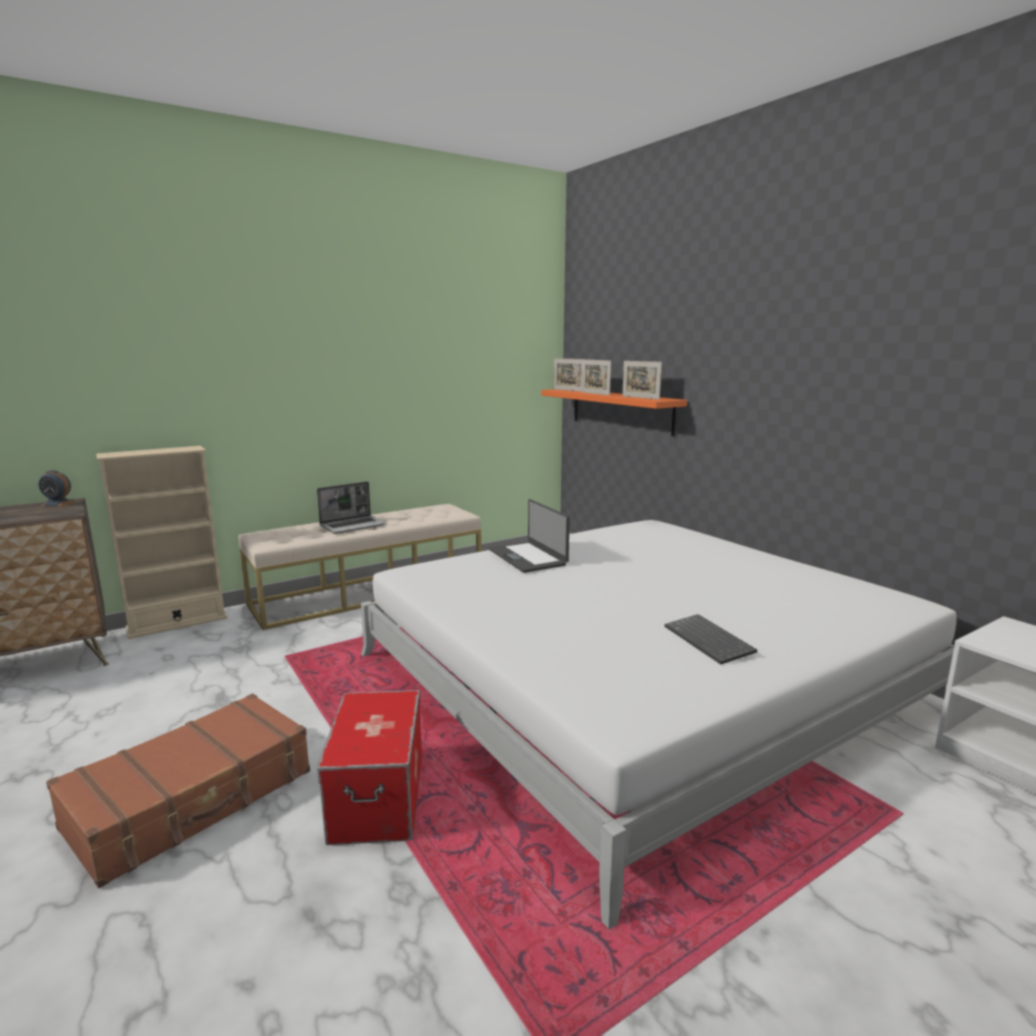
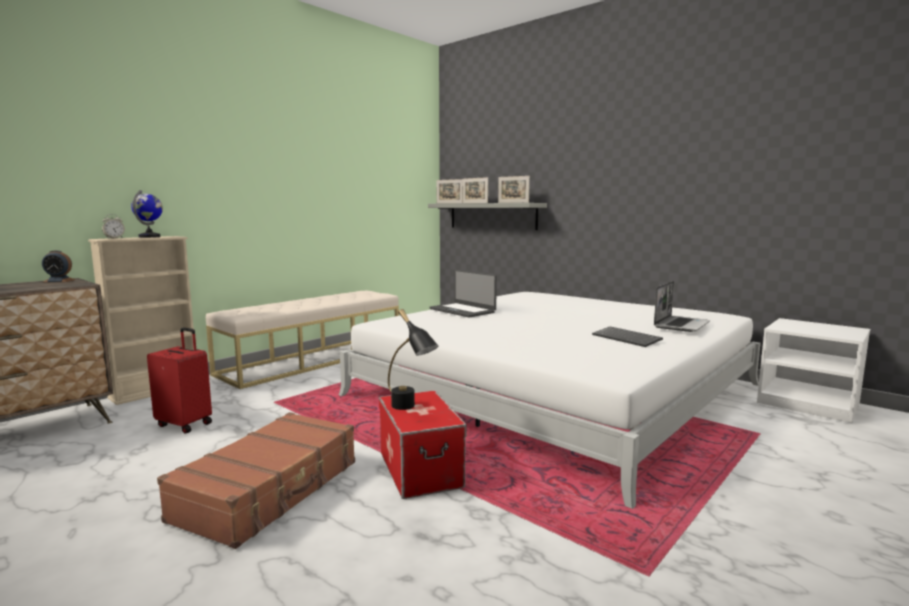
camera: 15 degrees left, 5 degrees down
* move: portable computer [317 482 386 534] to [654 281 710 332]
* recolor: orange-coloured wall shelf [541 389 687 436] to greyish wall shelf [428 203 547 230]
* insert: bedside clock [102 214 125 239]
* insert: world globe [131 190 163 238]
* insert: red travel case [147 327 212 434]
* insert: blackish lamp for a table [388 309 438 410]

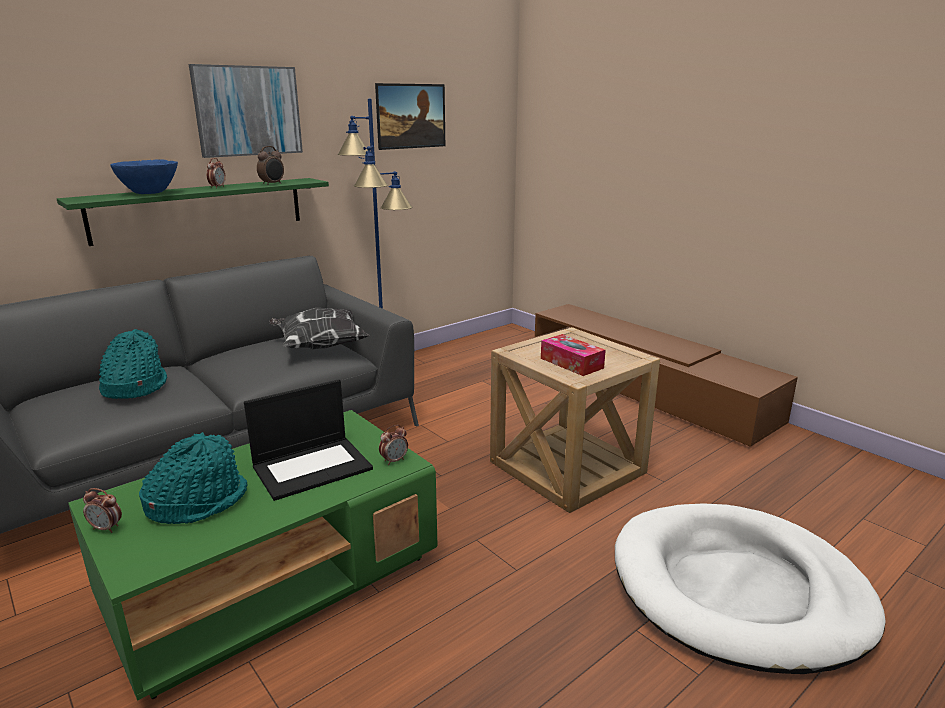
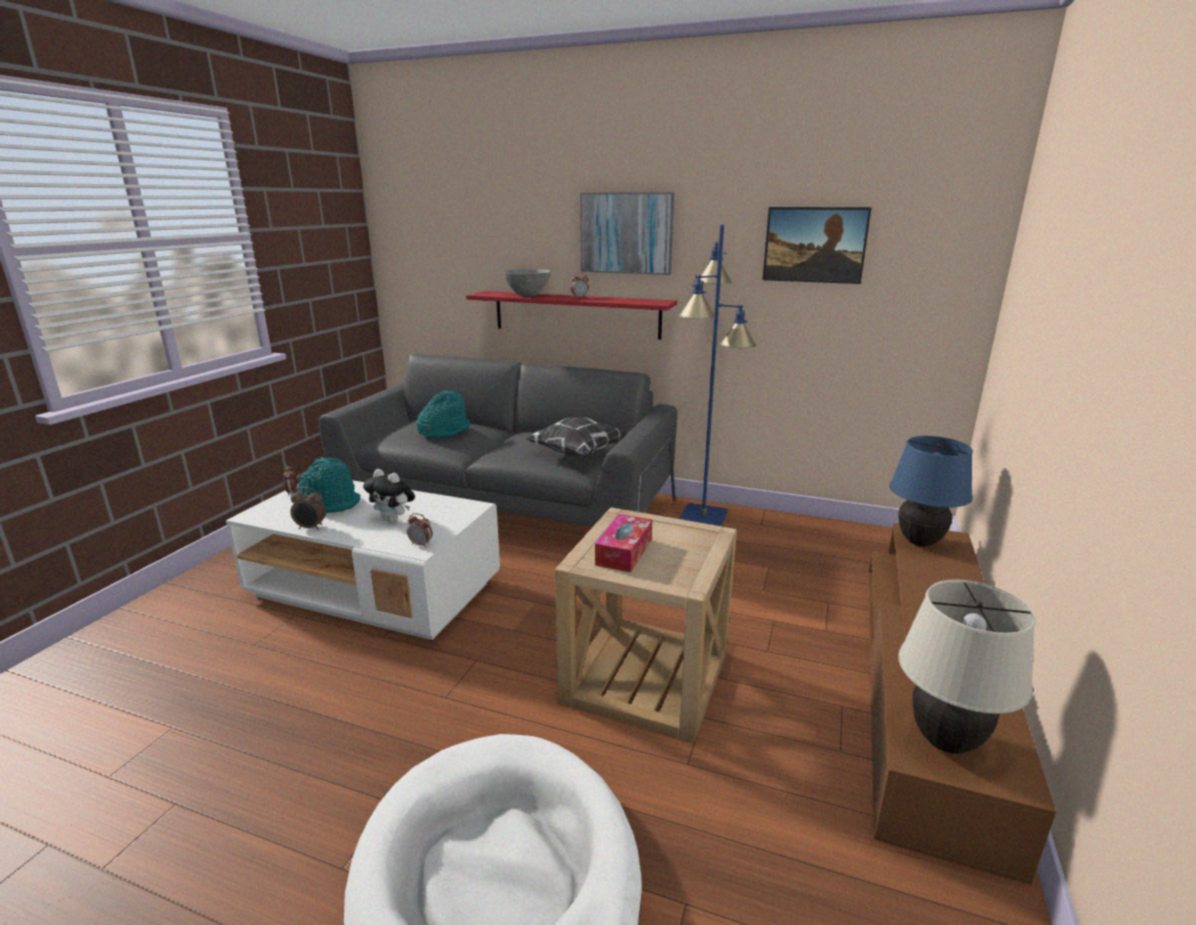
camera: 60 degrees right, 0 degrees up
* recolor: greenish wall shelf [57 178 329 246] to red wall shelf [466 291 677 340]
* recolor: greenish low table [68 410 438 700] to white-coloured low table [226 480 500 641]
* recolor: bluish serving bowl [110 160 178 194] to greyish serving bowl [503 269 551 296]
* replace: portable computer [244 379 373 501] to plush toy [363 469 415 523]
* move: bedside clock [257 146 284 185] to [290 487 326 530]
* insert: bluish lamp for a table [889 436 973 547]
* insert: sand-coloured lamp for a table [898 580 1036 754]

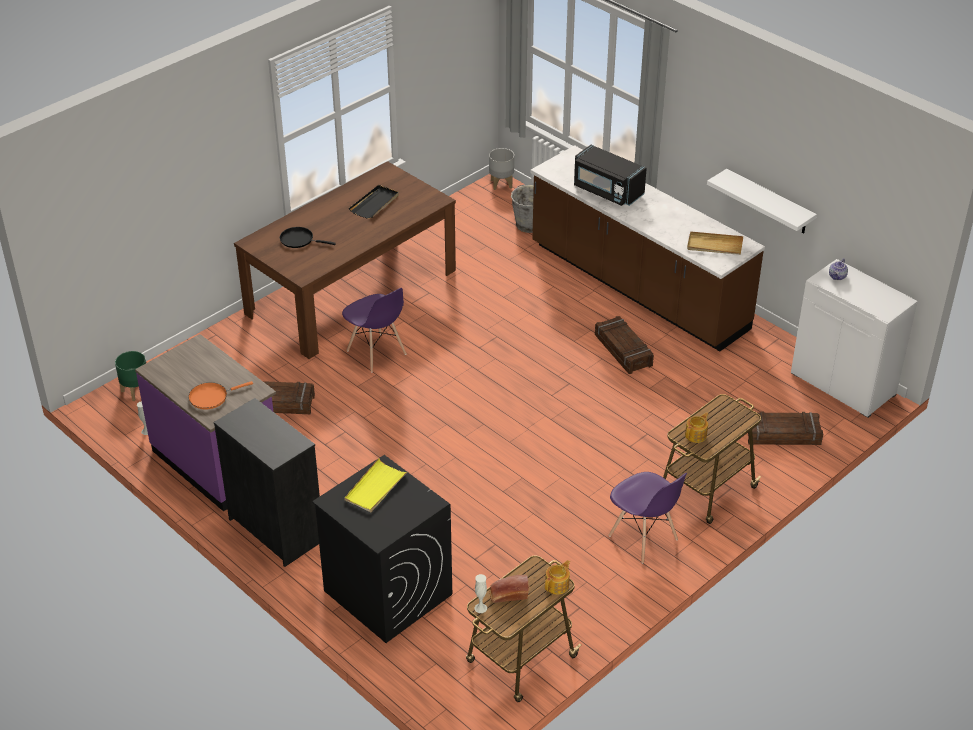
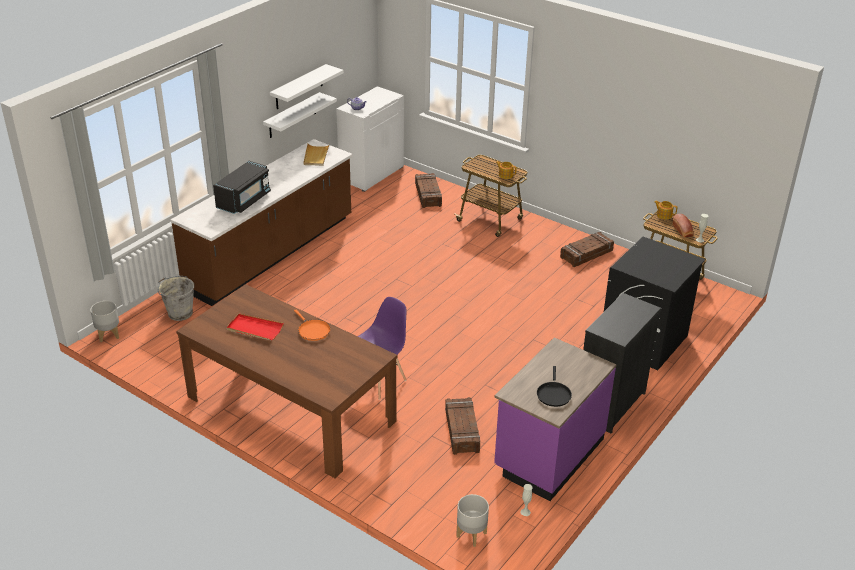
camera: 100 degrees left, 5 degrees down
* recolor: greenish plant pot [115 351 146 401] to greyish plant pot [456 494 489 547]
* move: orange-coloured skillet [189 381 253 409] to [294 310 330 341]
* move: blackish skillet [280 227 336 248] to [537 366 572 407]
* delete: yellowish carrying tray [344 458 408 512]
* recolor: blackish carrying tray [349 185 399 219] to red carrying tray [227 314 284 340]
* move: crate [595 316 654 374] to [560 232 614 267]
* delete: purple-coloured plain chair [609 472 687 564]
* insert: white-coloured wall shelf [270 64 344 109]

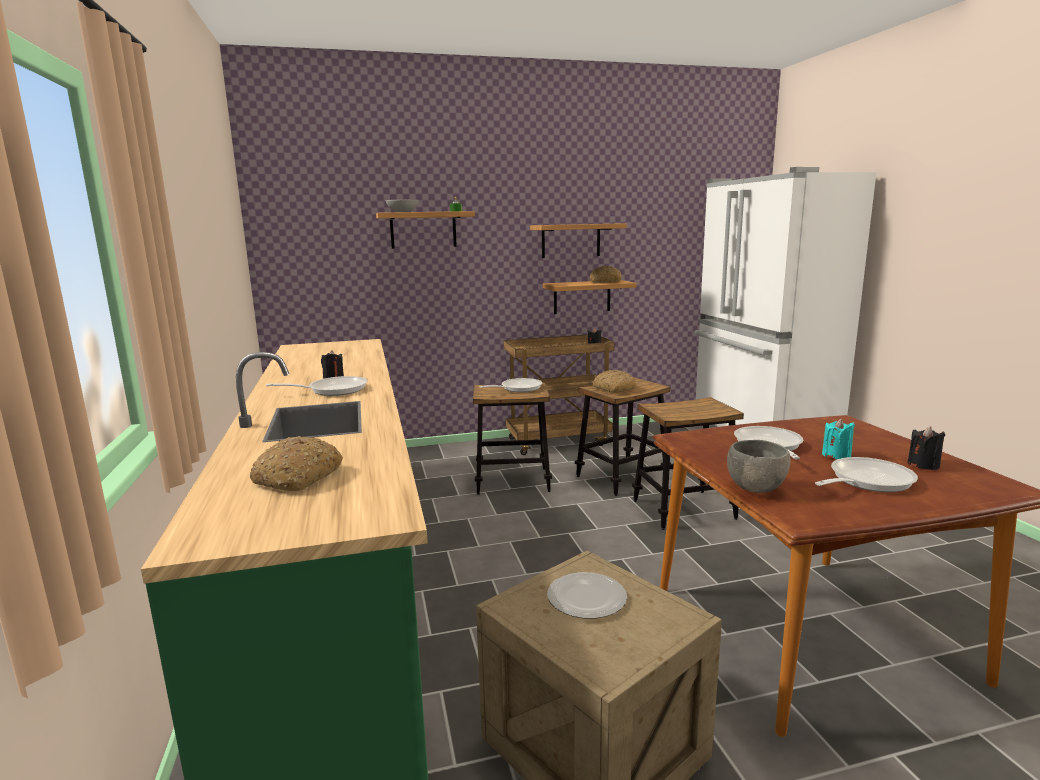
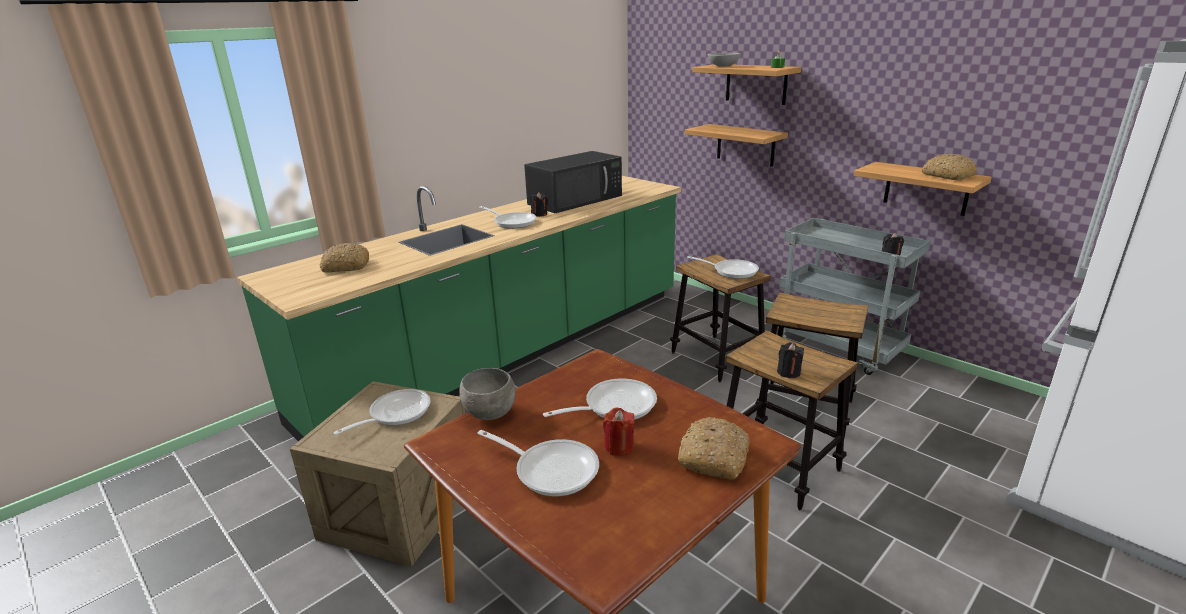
camera: 60 degrees right, 10 degrees up
* recolor: brownish wheeled cart [504 334 614 455] to greyish wheeled cart [778 218 931 375]
* move: wall shelf [530 223 627 258] to [685 124 788 167]
* replace: plate [547 572 627 619] to skillet [333 389 431 435]
* move: baked bread [592 370 637 393] to [678 417 750 480]
* recolor: turquoise candle [822 418 855 459] to red candle [603 408 635 456]
* move: blackish candle [908 426 945 470] to [777 342 804 378]
* insert: blackish microwave oven [524 151 622 213]

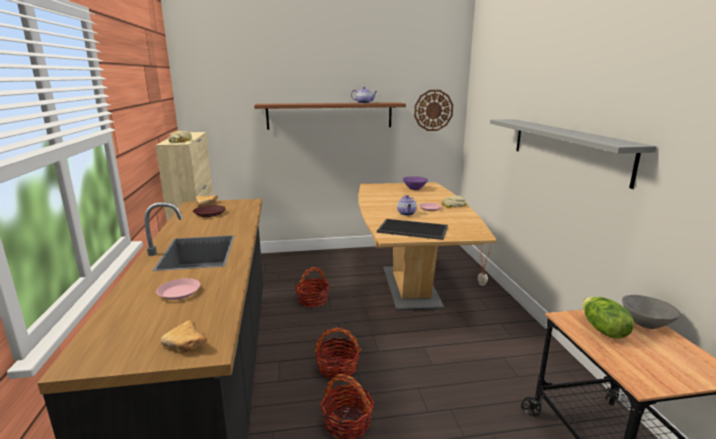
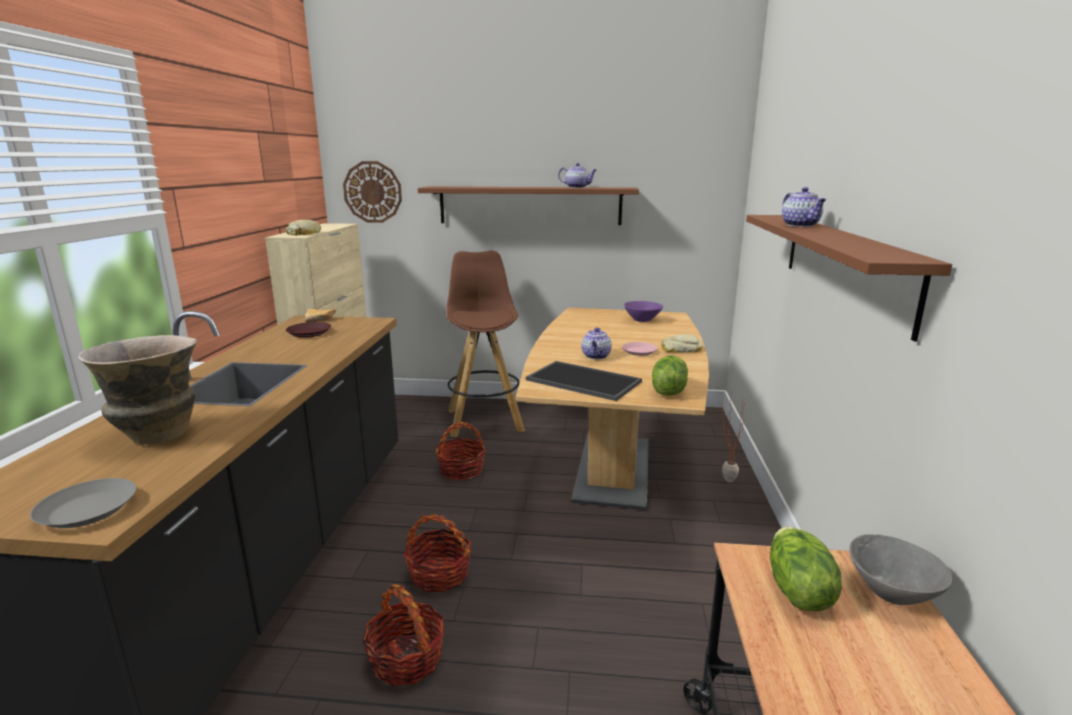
camera: 15 degrees right, 0 degrees up
* replace: pink-coloured plate [156 278 201 300] to decorative vase [78 335 197 445]
* replace: baked bread [161 320 207 353] to greyish plate [30 478 136 528]
* move: wall clock [414 90 453 131] to [343 161 402 223]
* recolor: greyish wall shelf [490 119 657 189] to brownish wall shelf [746 215 952 342]
* insert: brownish stool [446 250 525 437]
* insert: lettuce head [652 356 688 396]
* insert: teapot [782 187 826 227]

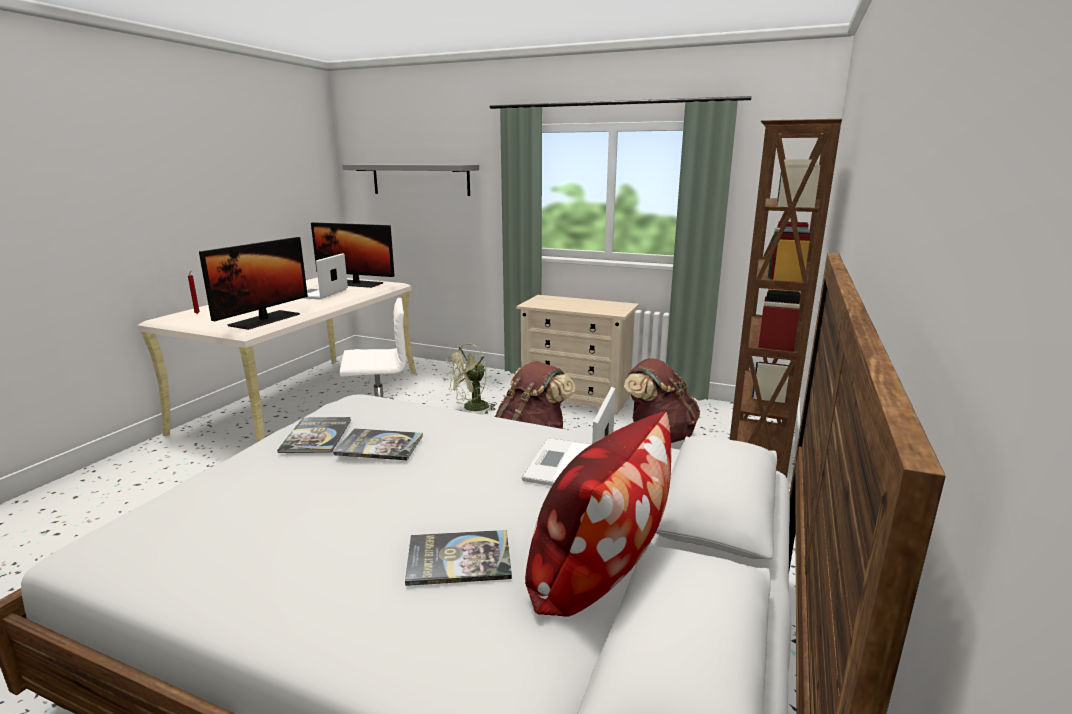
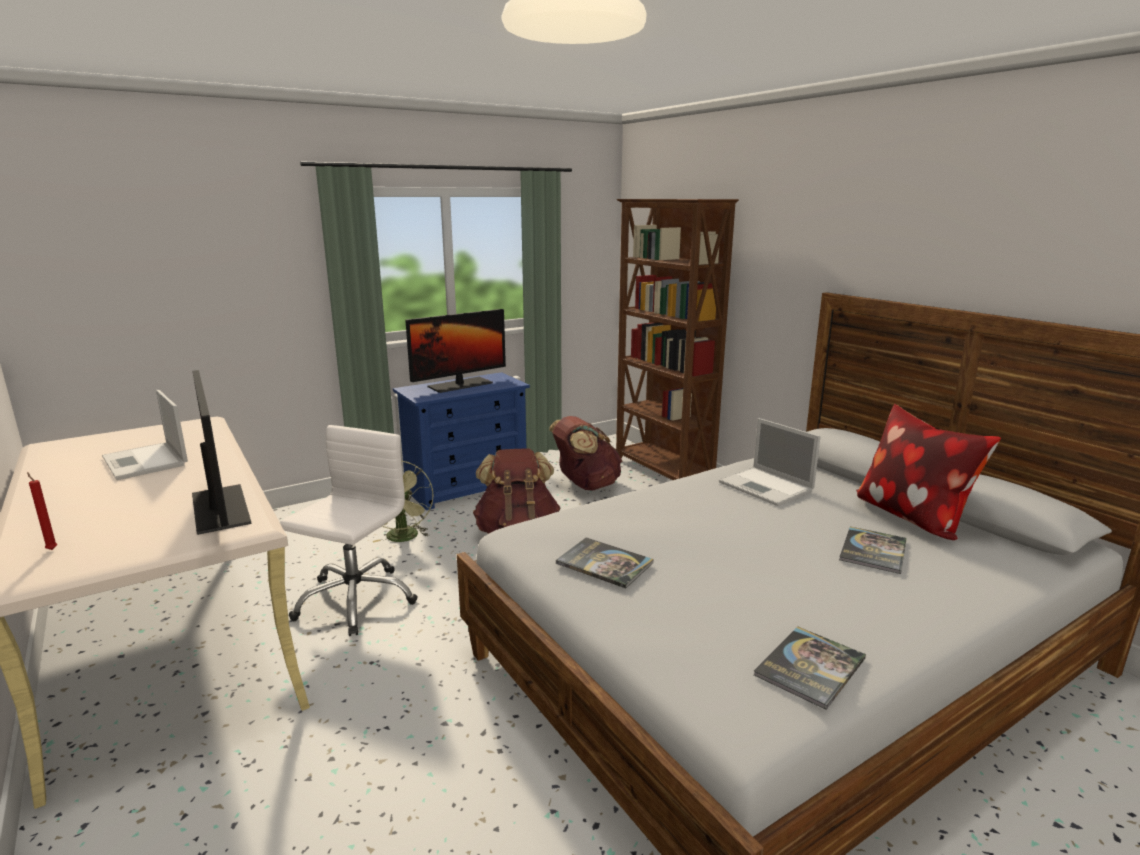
camera: 55 degrees left, 0 degrees up
* move: monitor [311 222 395 288] to [405 309 506 393]
* move: book [333 428 423 460] to [754 626 866 710]
* delete: greyish wall shelf [342 164 479 196]
* recolor: sand-coloured dresser [516 295 639 415] to bluish dresser [393 372 530 510]

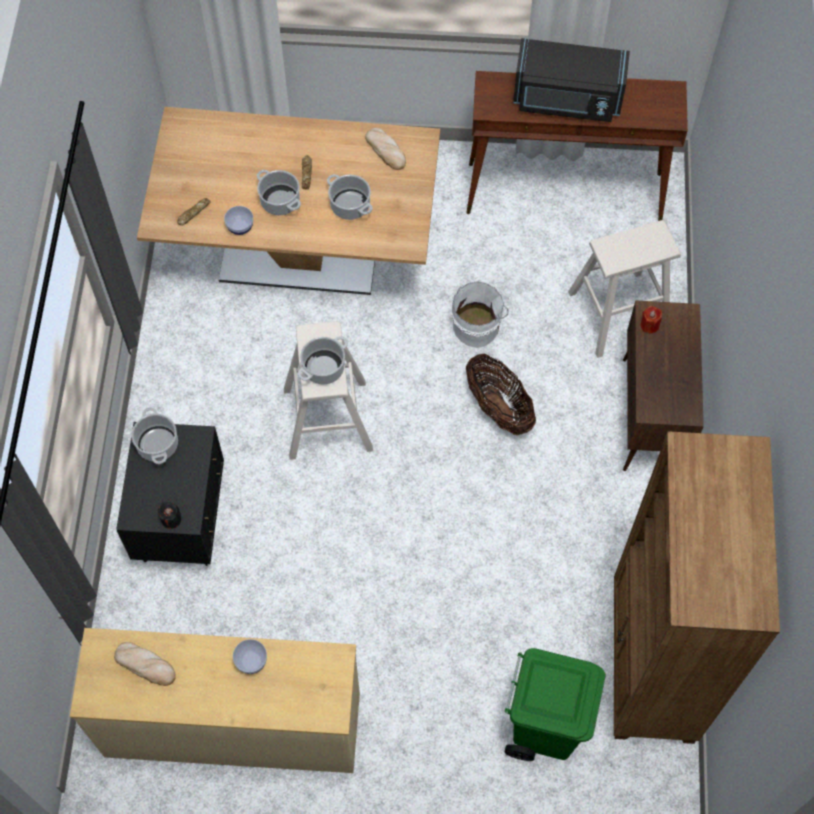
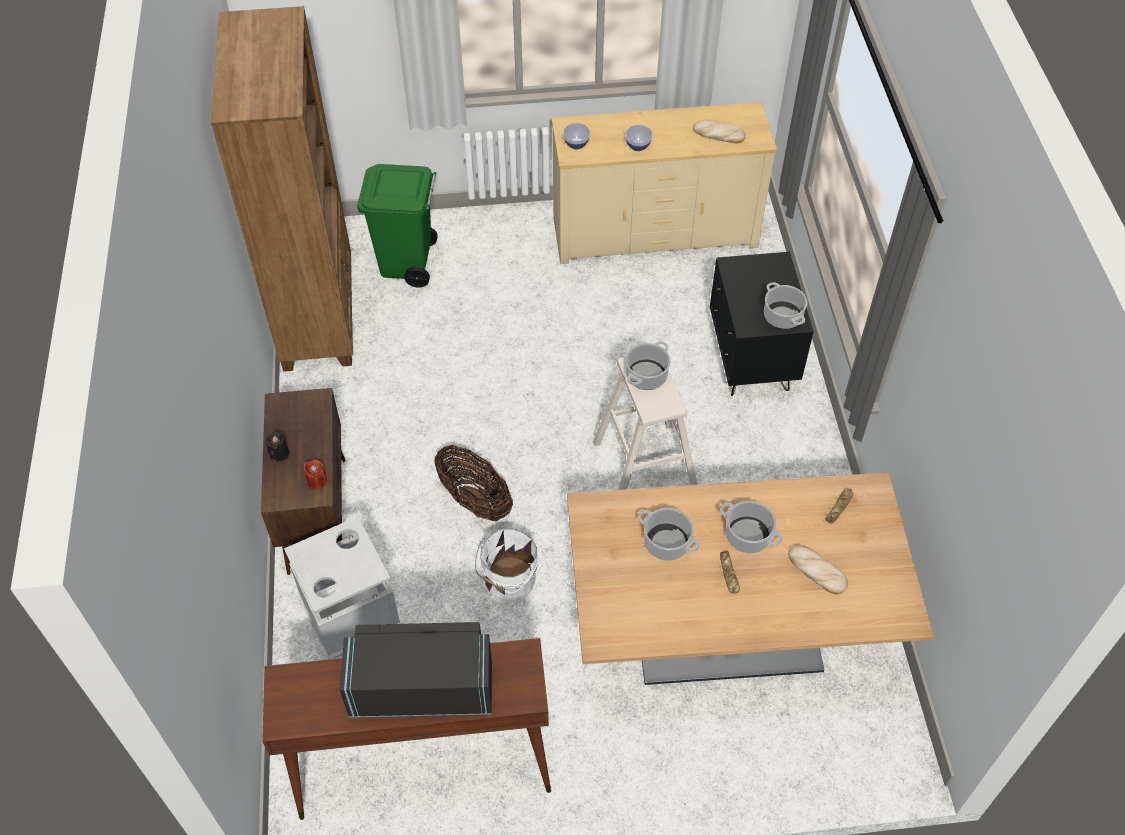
camera: 170 degrees right, 10 degrees down
* move: blackish candle [158 502 181 529] to [265 431 290 461]
* move: serving bowl [224 206 253 235] to [563 123 590 149]
* move: baked bread [365 128 406 170] to [788 545 848 594]
* replace: sand-coloured stool [568 220 681 358] to greyish trash can [284 516 400 659]

